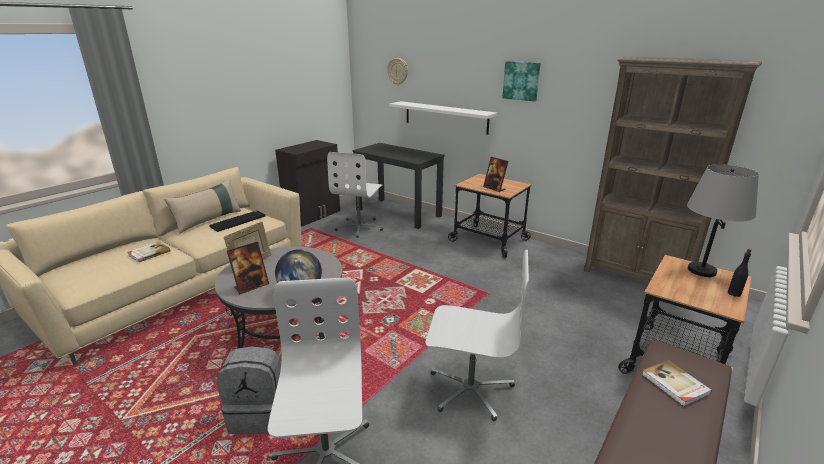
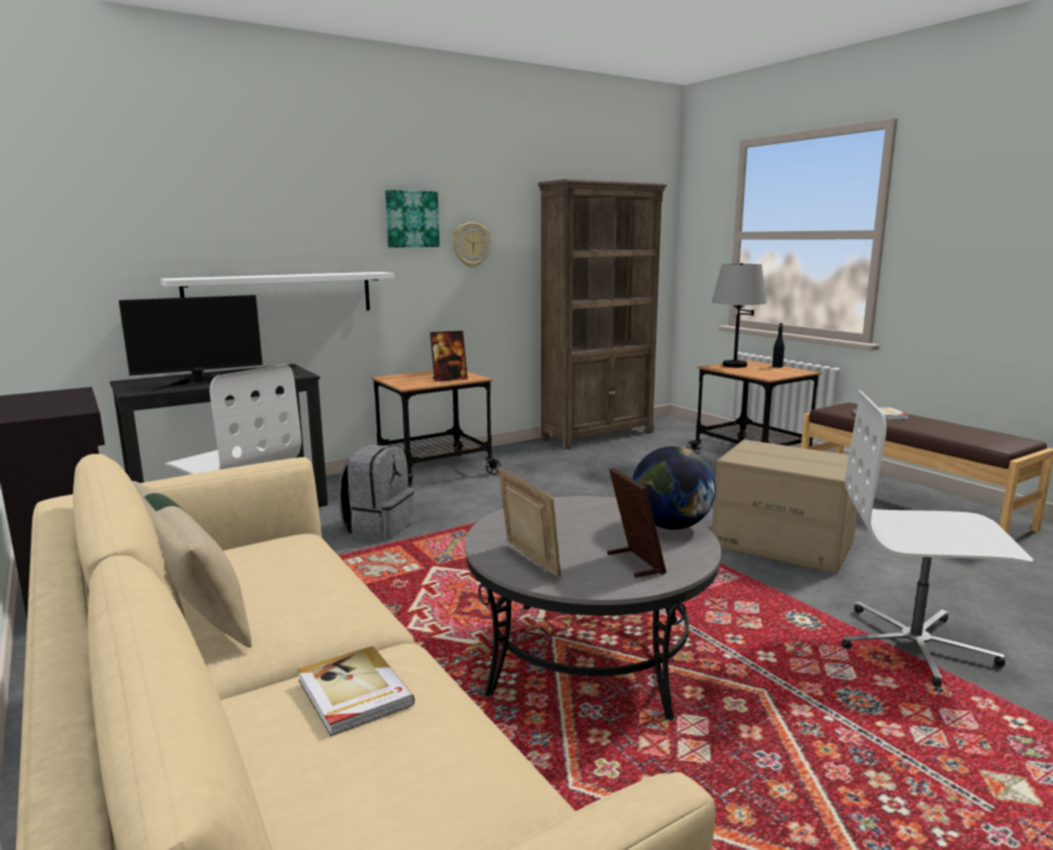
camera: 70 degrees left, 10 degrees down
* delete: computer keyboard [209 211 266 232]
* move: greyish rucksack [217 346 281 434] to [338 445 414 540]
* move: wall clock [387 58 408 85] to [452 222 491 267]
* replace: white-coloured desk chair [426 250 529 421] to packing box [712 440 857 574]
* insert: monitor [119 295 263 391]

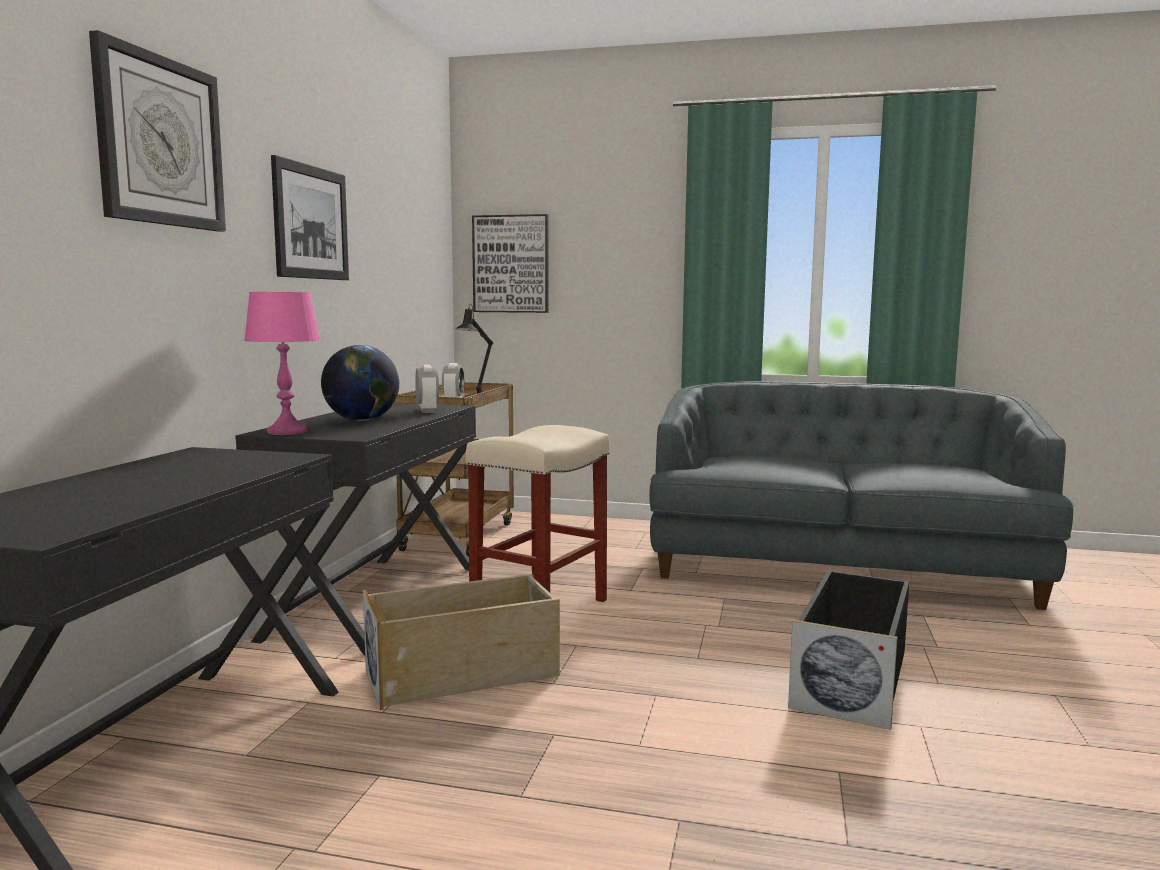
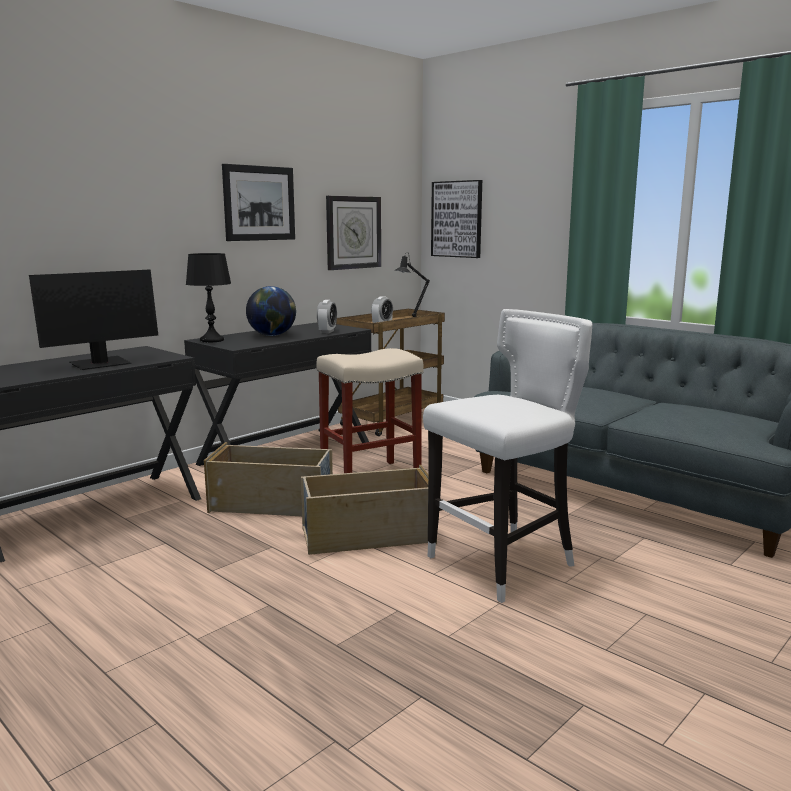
camera: 30 degrees right, 5 degrees up
* move: wall clock [89 30 226 231] to [326 196 381 270]
* recolor: pink-coloured lamp for a table [244 292 320 435] to blackish lamp for a table [186 253 231 343]
* replace: blackish storage box [788 570 909 730] to white-coloured stool [423 309 592 603]
* insert: monitor [29 269 158 370]
* insert: sand-coloured storage box [301 465 437 555]

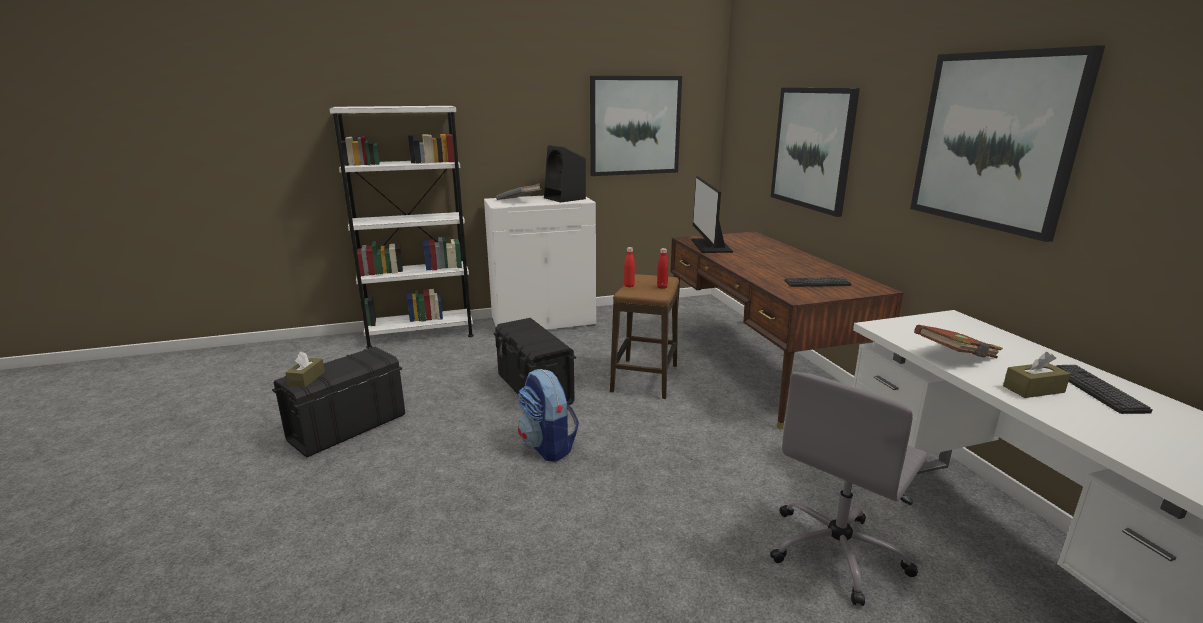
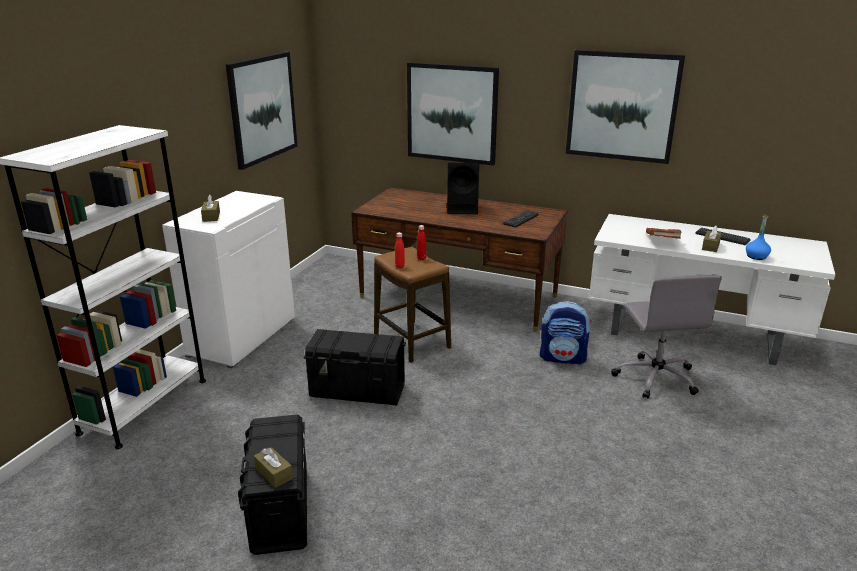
camera: 50 degrees left, 5 degrees up
* replace: greyish book [496 183 541 200] to brownish tissue box [201 194 220 222]
* move: rucksack [518 369 579 462] to [540 301 591 365]
* move: blackish speaker [544 145 586 203] to [447 163 479 214]
* delete: monitor [691 176 733 253]
* insert: bluish bottle [746 215 771 260]

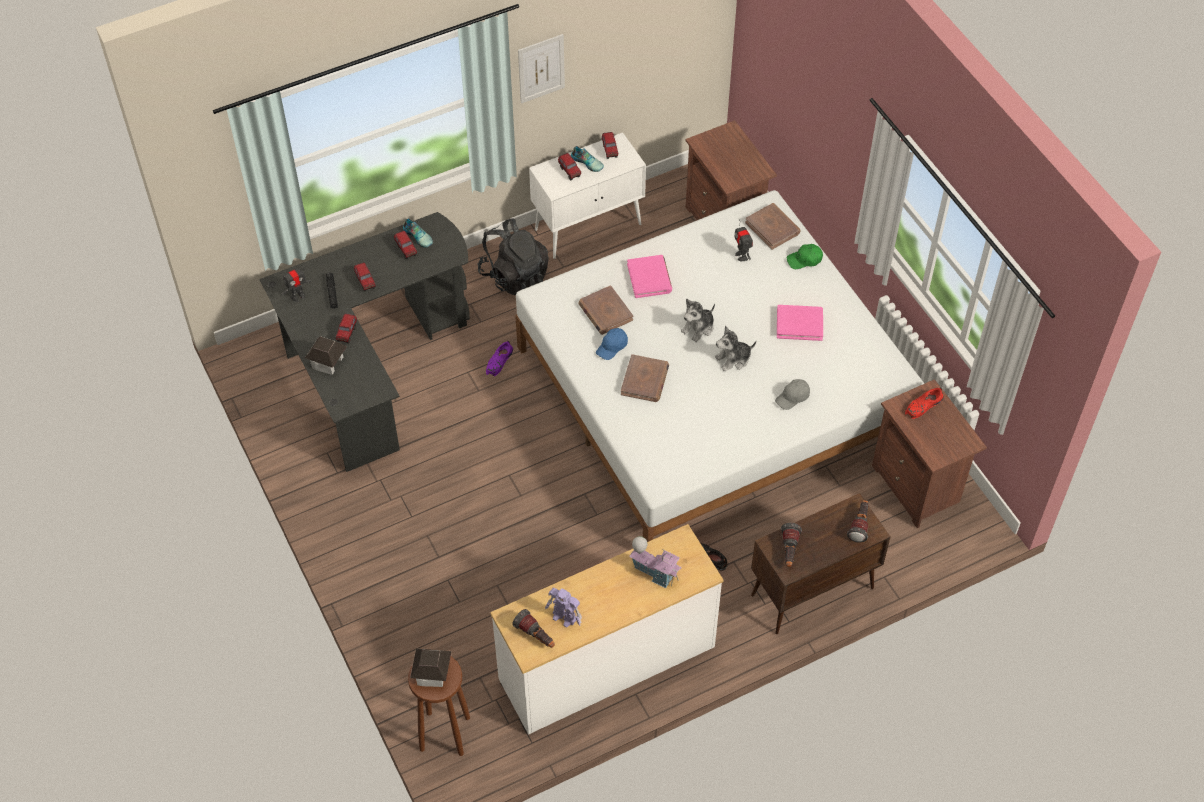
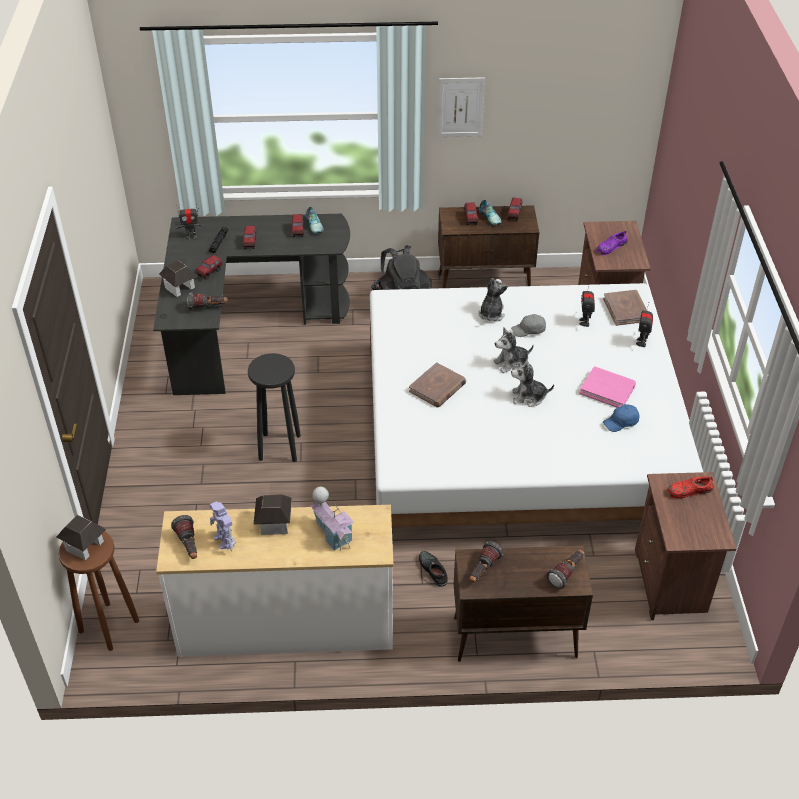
camera: 25 degrees right, 10 degrees down
* move: purple-coloured shoe [486 341 513 376] to [596 230 628 256]
* recolor: white-coloured cabinet [529 133 646 259] to brownish cabinet [438 205 539 288]
* delete: brownish book [579 285 633 335]
* move: bluish peaked cap [596 328 628 360] to [603 404 640 432]
* replace: pink-coloured book [627 255 672 298] to plush toy [478 278 508 322]
* move: greyish peaked cap [775 379 810 410] to [511 314 546 337]
* replace: greenish peaked cap [787 244 823 269] to model robot [636 302 653 347]
* insert: hand torch [187 292 228 311]
* insert: blackish stool [248 353 301 462]
* insert: toy house [253 494 292 535]

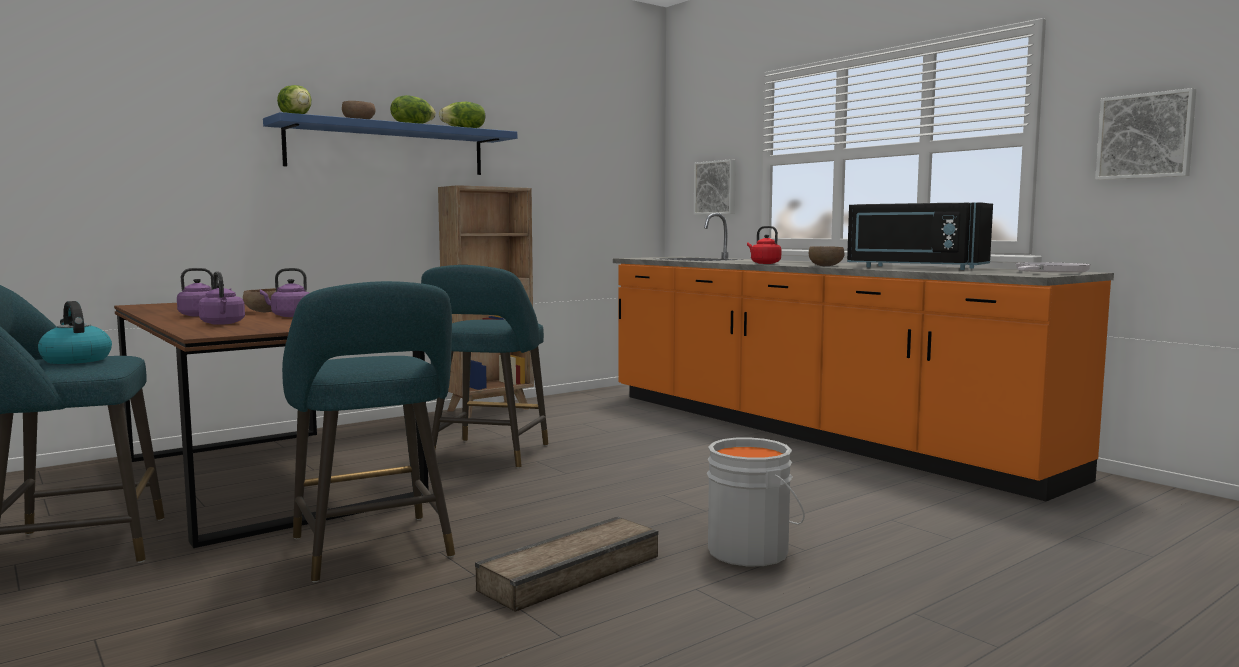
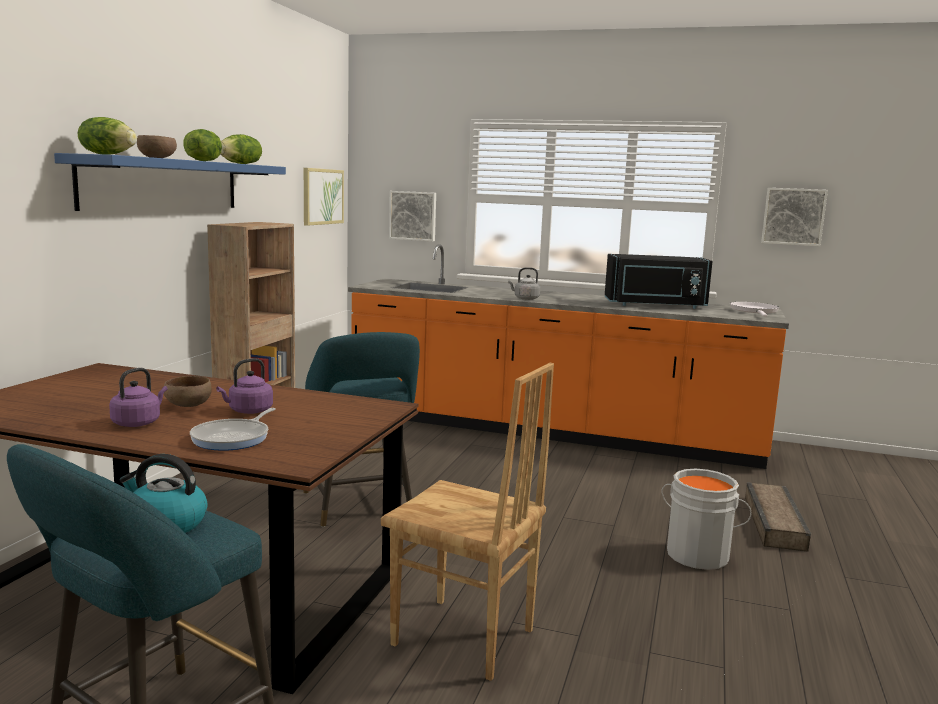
camera: 35 degrees left, 5 degrees up
* replace: purple-coloured tea kettle [198 271 245 325] to skillet [190 408 276 451]
* replace: turquoise stool [282 281 455 582] to brownish plain chair [381 363 554 681]
* move: crate [475 516 658 612] to [745 482 811 552]
* recolor: red tea kettle [747 226 781 264] to greyish tea kettle [508 267 540 300]
* delete: brownish serving bowl [809 246 844 266]
* insert: picture [304 168 344 226]

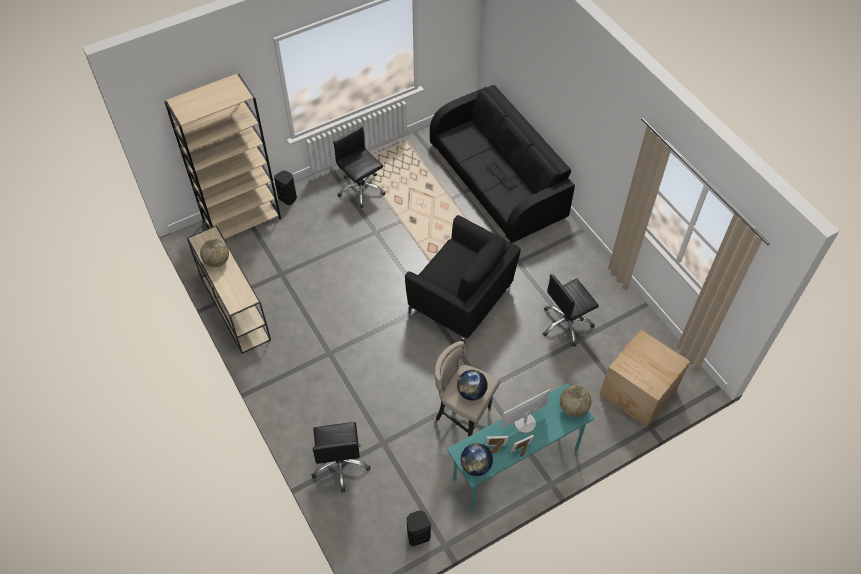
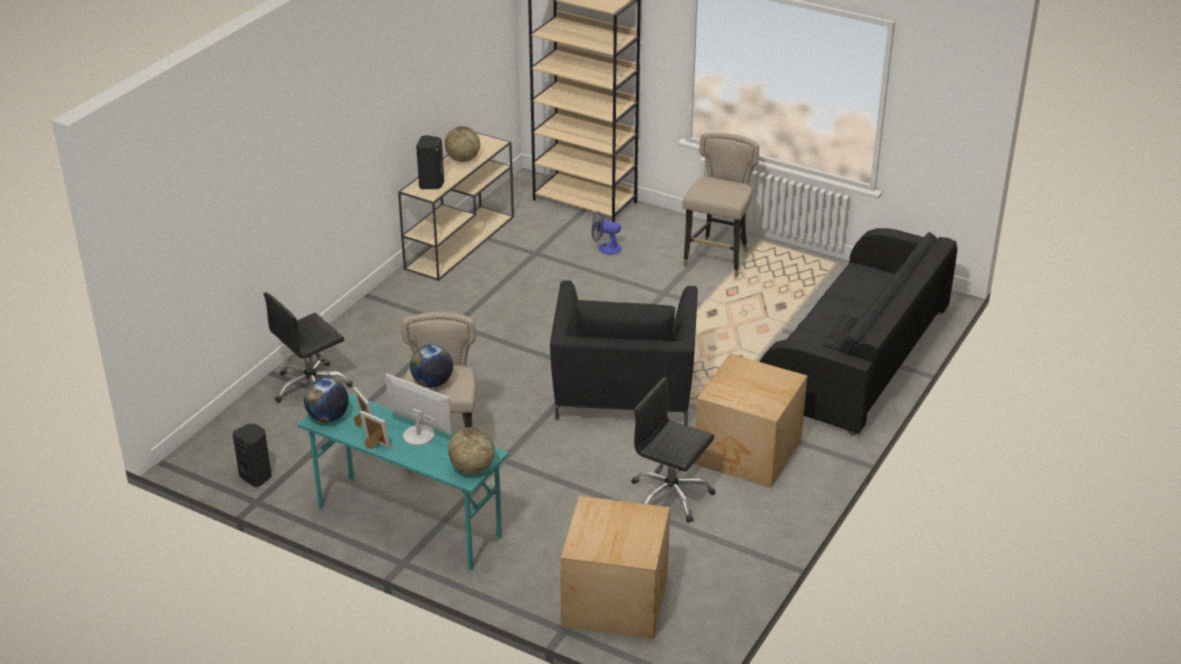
camera: 60 degrees right, 20 degrees down
* move: blackish speaker [274 171 297 205] to [416 135 444 189]
* replace: blackish desk chair [333 126 385 208] to sand-coloured stool [682 133 759 277]
* insert: cooling fan [592 211 622 255]
* insert: packing box [694 354 807 488]

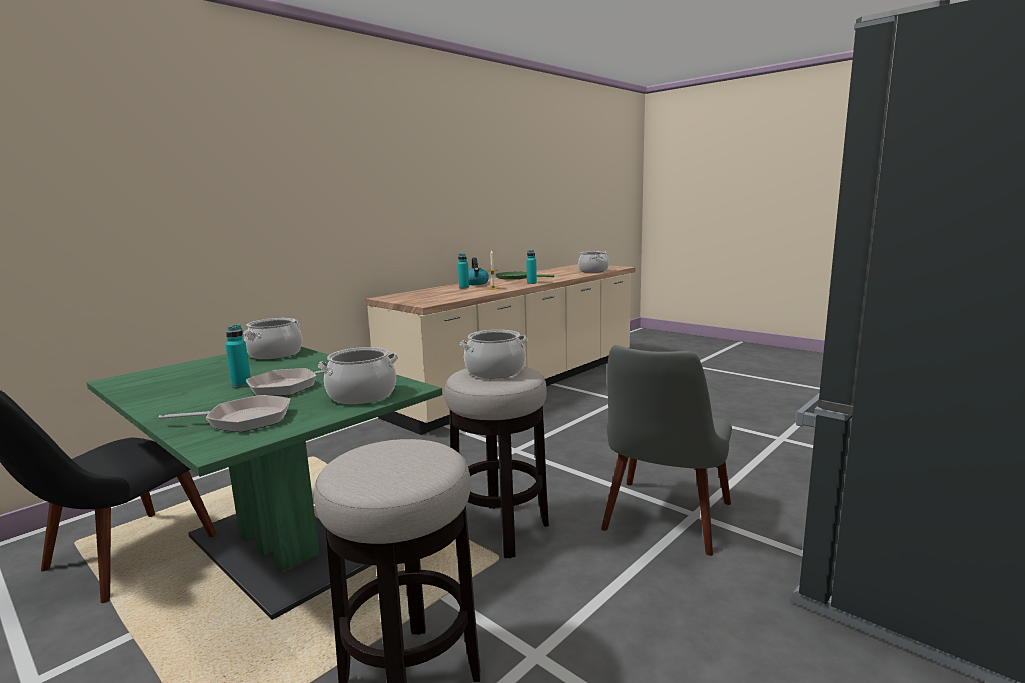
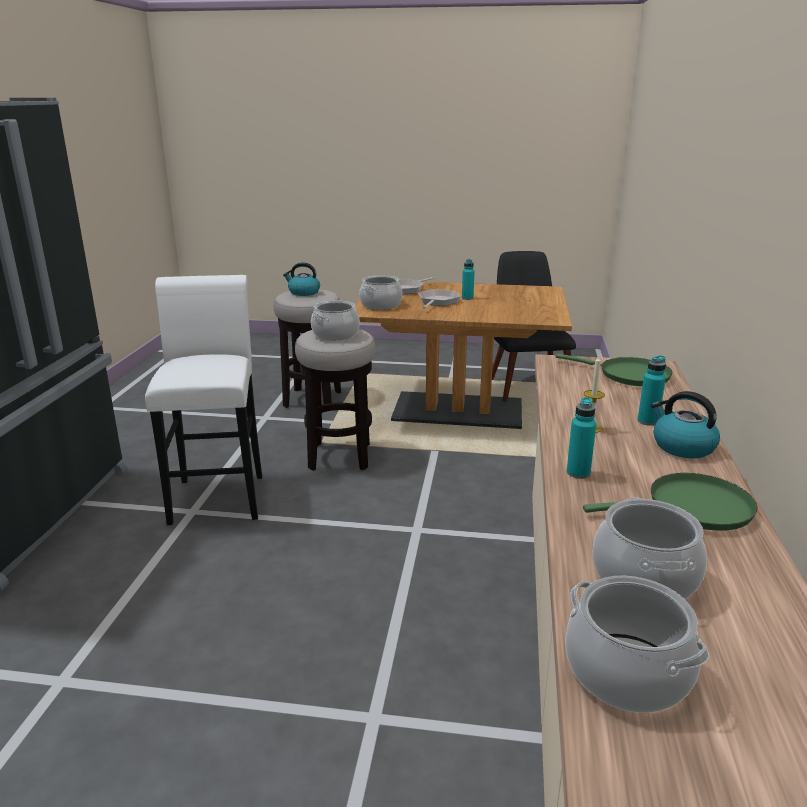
camera: 145 degrees right, 10 degrees up
* recolor: greenish kitchen table [86 347 442 620] to brownish kitchen table [355 282 572 429]
* move: cooking pot [243 318 302 360] to [592 497 707 599]
* replace: greyish plain chair [601 345 732 556] to white-coloured stool [145 275 262 525]
* insert: tea kettle [283 262 320 296]
* insert: greenish skillet [555 354 672 386]

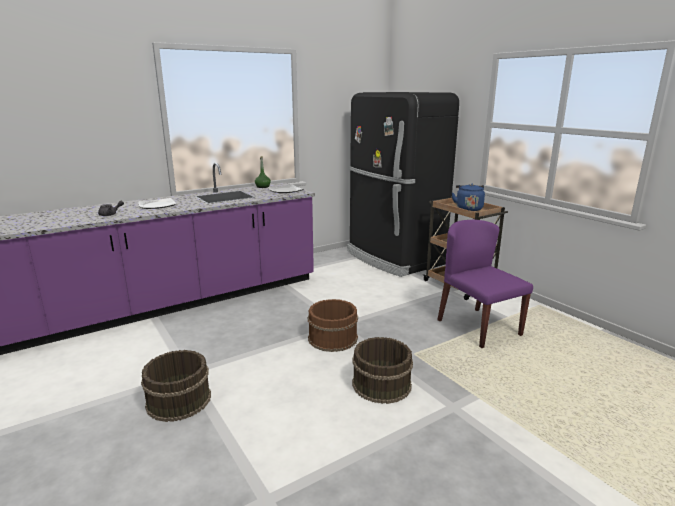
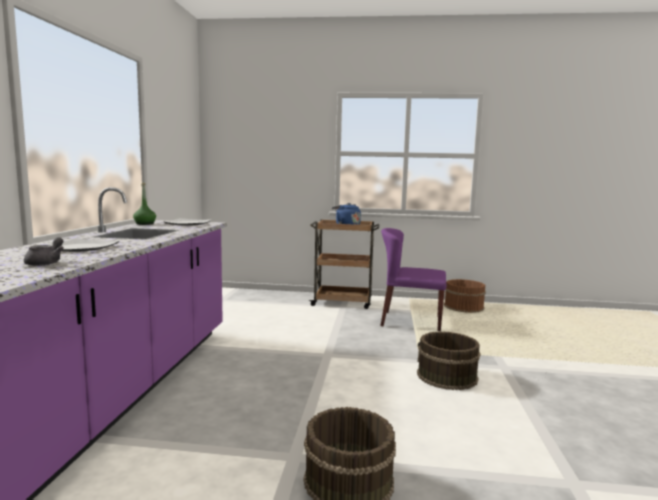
camera: 50 degrees left, 10 degrees down
* move: brownish pail [307 299 358 352] to [444 279 486 313]
* delete: blackish fridge [347 92 459 277]

